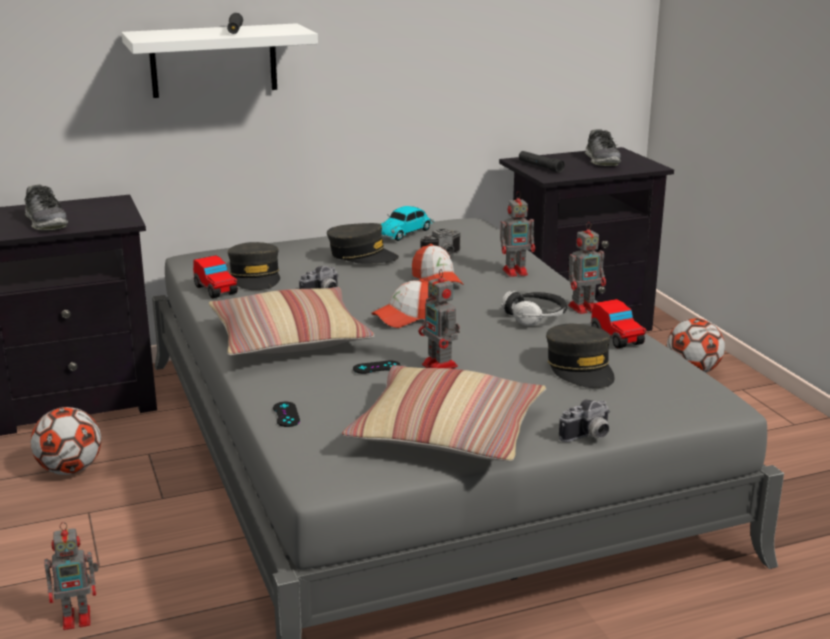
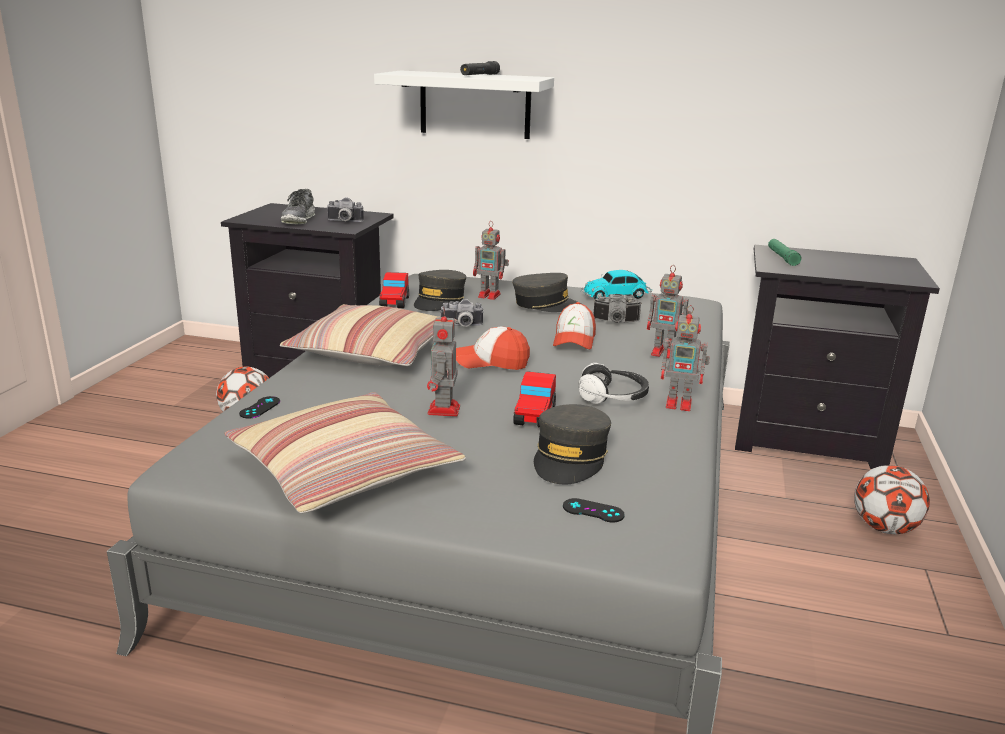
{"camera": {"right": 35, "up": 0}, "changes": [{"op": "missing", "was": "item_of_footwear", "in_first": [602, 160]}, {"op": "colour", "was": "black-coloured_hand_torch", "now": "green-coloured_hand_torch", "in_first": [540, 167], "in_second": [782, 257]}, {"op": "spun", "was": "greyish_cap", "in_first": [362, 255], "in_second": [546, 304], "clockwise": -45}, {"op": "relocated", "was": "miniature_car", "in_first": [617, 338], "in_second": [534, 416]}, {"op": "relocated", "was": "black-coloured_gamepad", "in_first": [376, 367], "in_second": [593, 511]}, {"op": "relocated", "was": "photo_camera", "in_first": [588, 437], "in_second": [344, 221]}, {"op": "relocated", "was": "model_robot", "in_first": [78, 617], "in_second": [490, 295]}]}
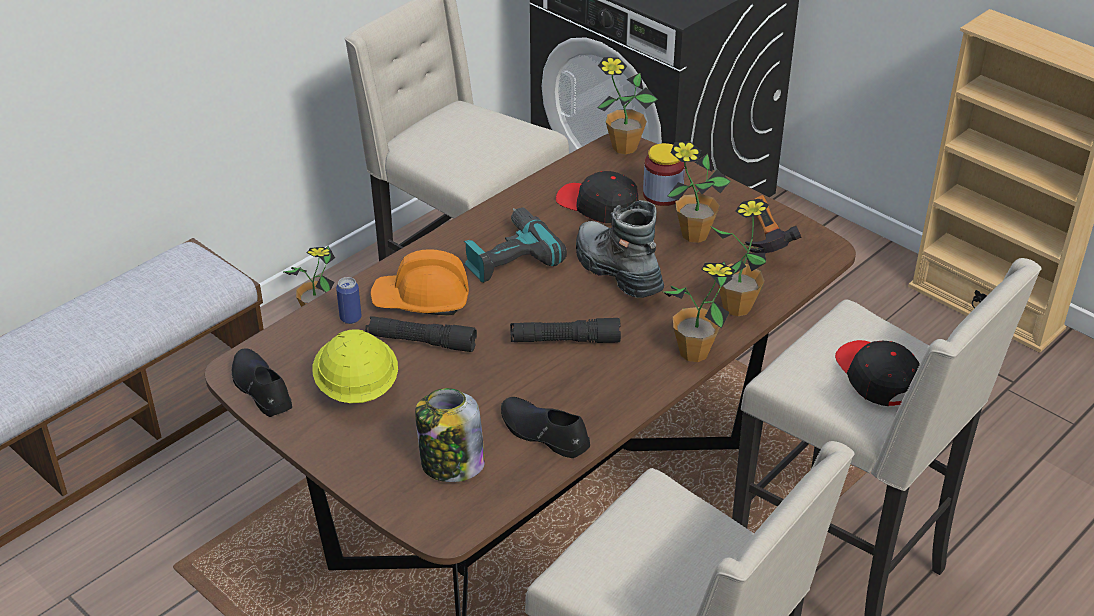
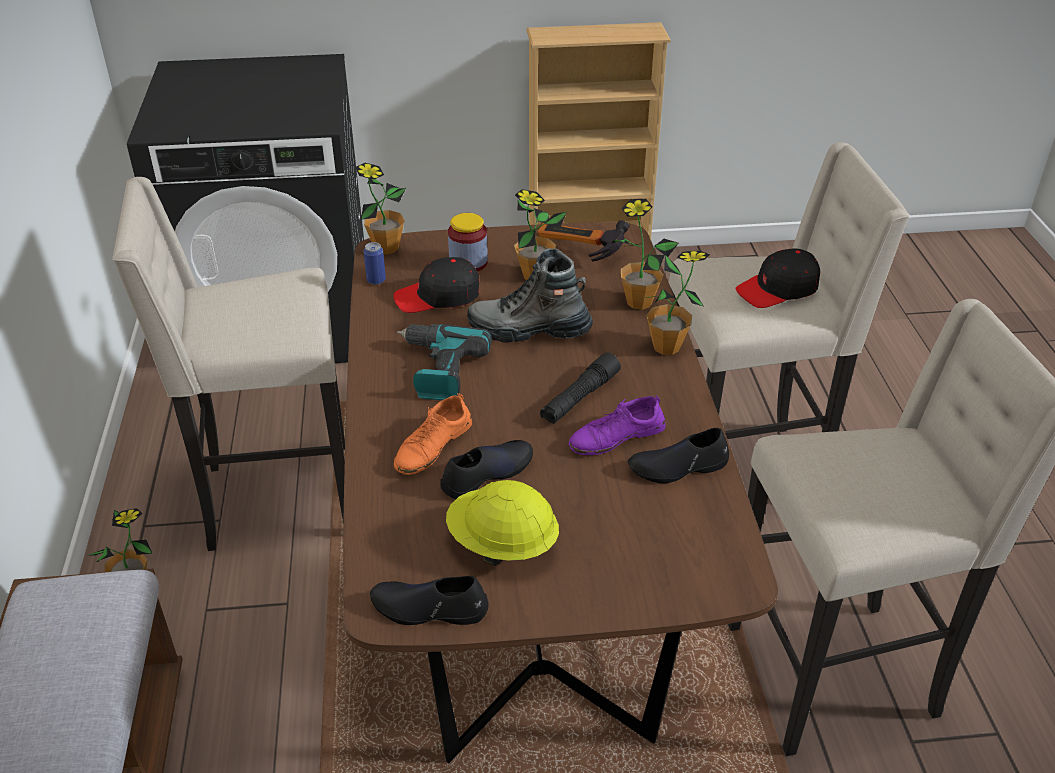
{"camera": {"right": -50, "up": 0}, "changes": [{"op": "exchanged", "was": "orangey_work_helmet", "now": "orangey_item_of_footwear", "in_first": [422, 300], "in_second": [433, 446]}, {"op": "relocated", "was": "metal_can", "in_first": [350, 318], "in_second": [376, 280]}, {"op": "exchanged", "was": "black-coloured_hand_torch", "now": "black-coloured_item_of_footwear", "in_first": [421, 342], "in_second": [487, 474]}, {"op": "spun", "was": "black-coloured_cap", "in_first": [876, 377], "in_second": [778, 289], "clockwise": -45}, {"op": "missing", "was": "storage_jar", "in_first": [451, 464]}, {"op": "appeared", "now": "purplish_item_of_footwear", "in_second": [616, 437]}]}
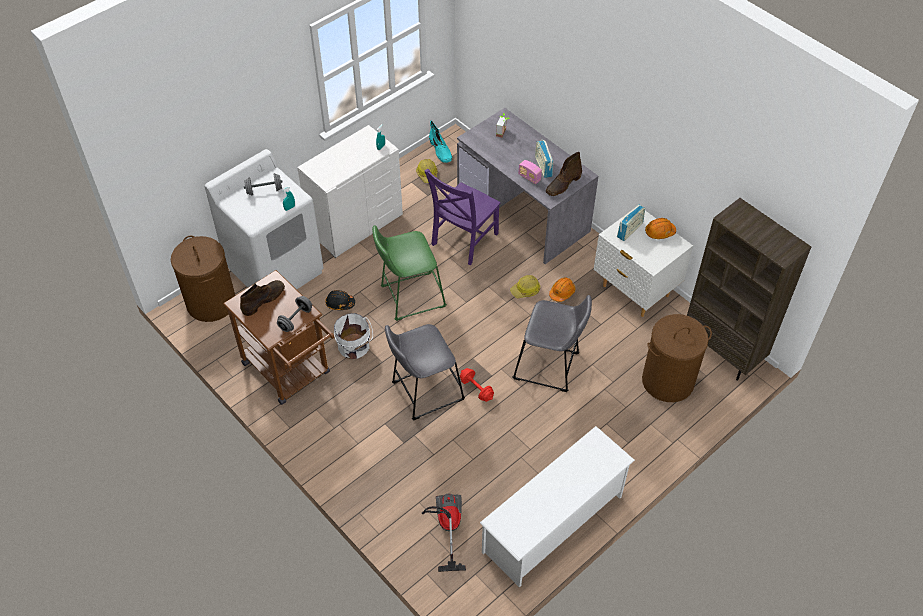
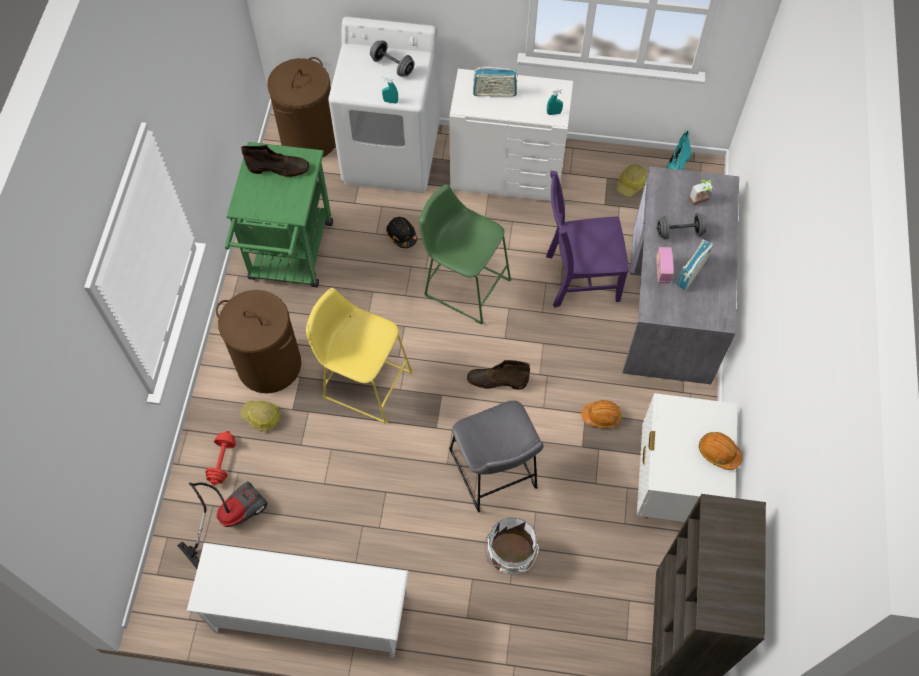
{"camera": {"right": 50, "up": 10}, "changes": [{"op": "relocated", "was": "brown_tall_boot", "in_first": [563, 184], "in_second": [496, 381]}, {"op": "relocated", "was": "radio_receiver", "in_first": [629, 230], "in_second": [494, 92]}, {"op": "colour", "was": "brown_wheeled_cart", "now": "green-coloured_wheeled_cart", "in_first": [291, 372], "in_second": [289, 258]}, {"op": "relocated", "was": "work_helmet", "in_first": [525, 290], "in_second": [261, 417]}, {"op": "relocated", "was": "greyish_dumbbell", "in_first": [295, 319], "in_second": [679, 232]}, {"op": "relocated", "was": "whitish_bucket", "in_first": [354, 347], "in_second": [510, 555]}, {"op": "relocated", "was": "brown_washing_basket", "in_first": [667, 381], "in_second": [269, 365]}, {"op": "colour", "was": "greyish_stool_seat", "now": "yellowish_stool_seat", "in_first": [424, 392], "in_second": [364, 383]}, {"op": "relocated", "was": "red-coloured_dumbbell", "in_first": [476, 389], "in_second": [222, 461]}]}
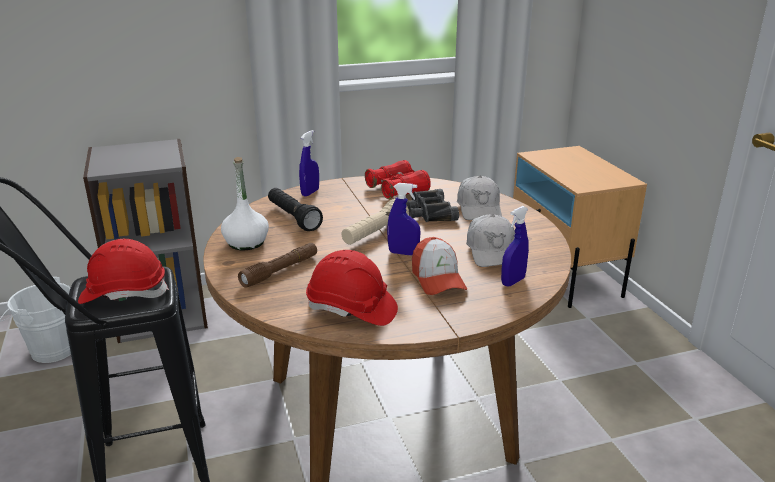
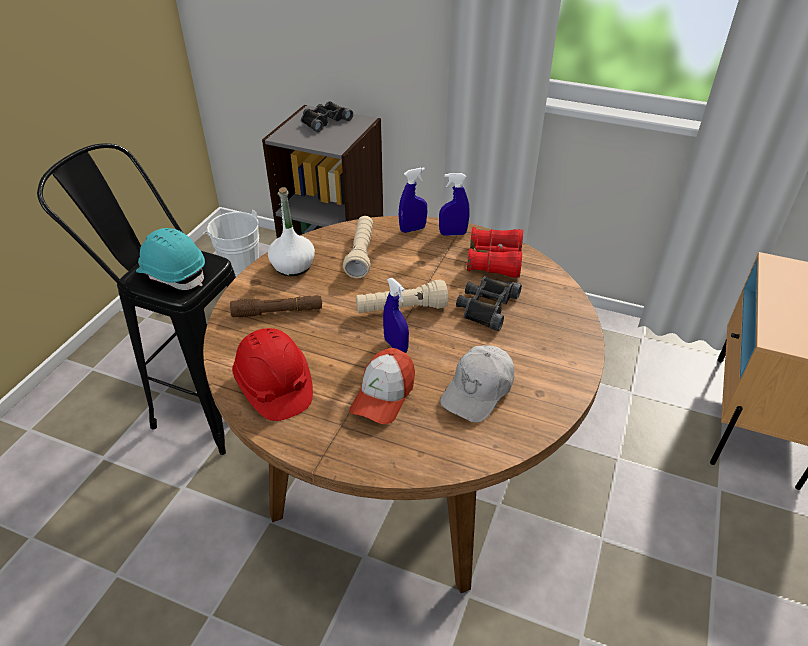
{"camera": {"right": 40, "up": 15}, "changes": [{"op": "missing", "was": "whitish_cap", "in_first": [479, 208]}, {"op": "colour", "was": "black-coloured_hand_torch", "now": "beige-coloured_hand_torch", "in_first": [293, 218], "in_second": [361, 255]}, {"op": "relocated", "was": "blue-coloured_sprayer", "in_first": [513, 281], "in_second": [453, 234]}, {"op": "colour", "was": "red-coloured_work_helmet", "now": "blue-green_work_helmet", "in_first": [124, 293], "in_second": [173, 274]}, {"op": "appeared", "now": "black-coloured_pair_of_binoculars", "in_second": [324, 120]}]}
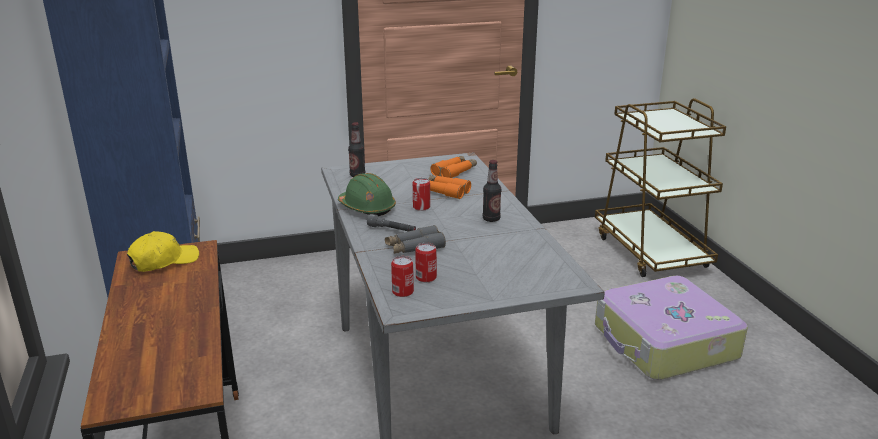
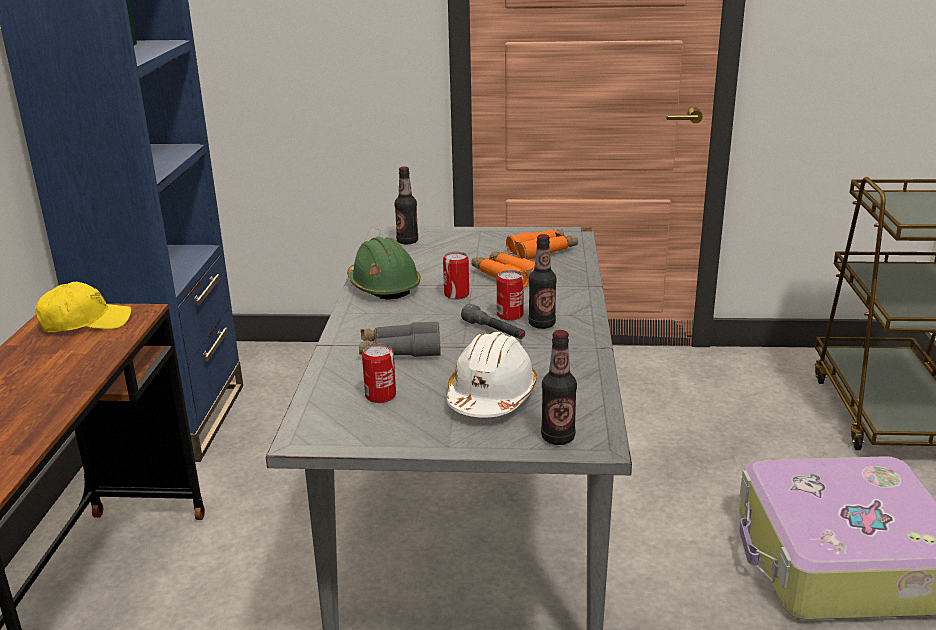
{"camera": {"right": 20, "up": 0}, "changes": [{"op": "relocated", "was": "greyish_hand_torch", "in_first": [392, 230], "in_second": [494, 331]}, {"op": "relocated", "was": "metal_can", "in_first": [402, 292], "in_second": [510, 315]}, {"op": "appeared", "now": "bottle", "in_second": [558, 438]}, {"op": "appeared", "now": "whitish_work_helmet", "in_second": [491, 396]}]}
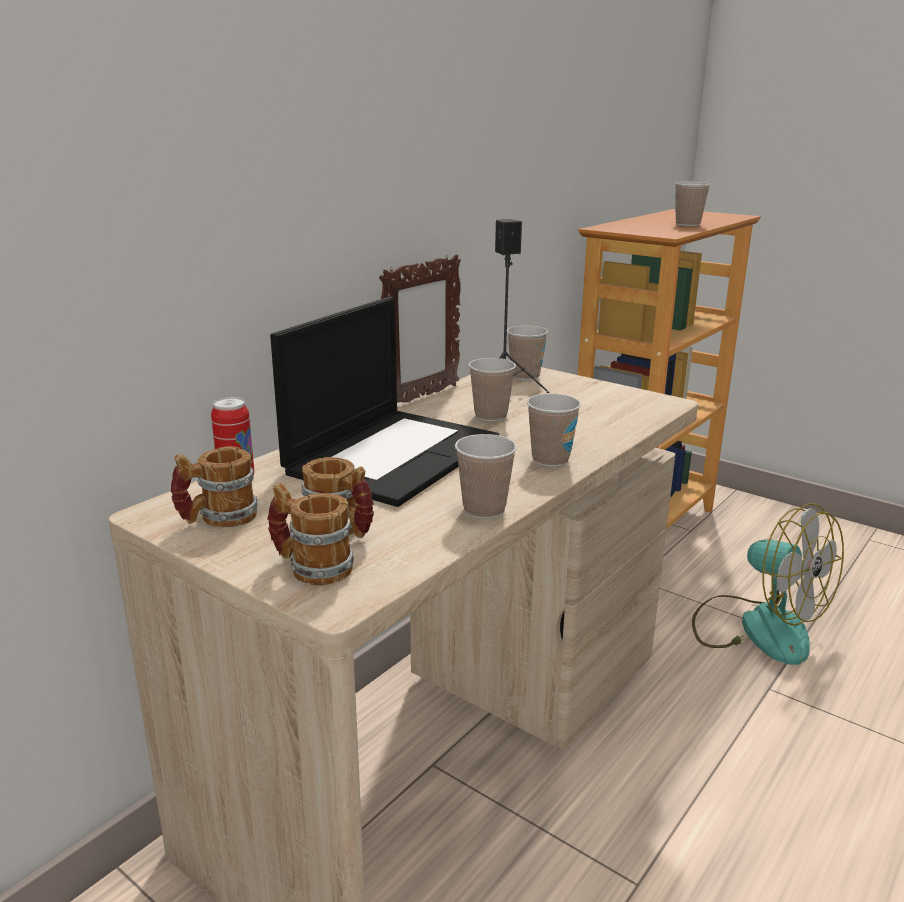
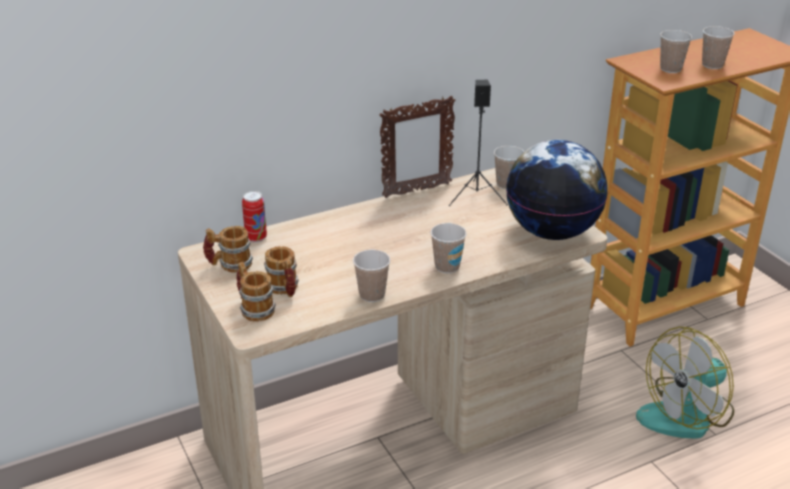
{"camera": {"right": 25, "up": 10}, "changes": [{"op": "missing", "was": "portable_computer", "in_first": [394, 454]}, {"op": "relocated", "was": "small_cup", "in_first": [490, 416], "in_second": [670, 69]}, {"op": "spun", "was": "cooling_fan", "in_first": [757, 627], "in_second": [686, 415], "clockwise": 75}, {"op": "appeared", "now": "world_globe", "in_second": [552, 232]}]}
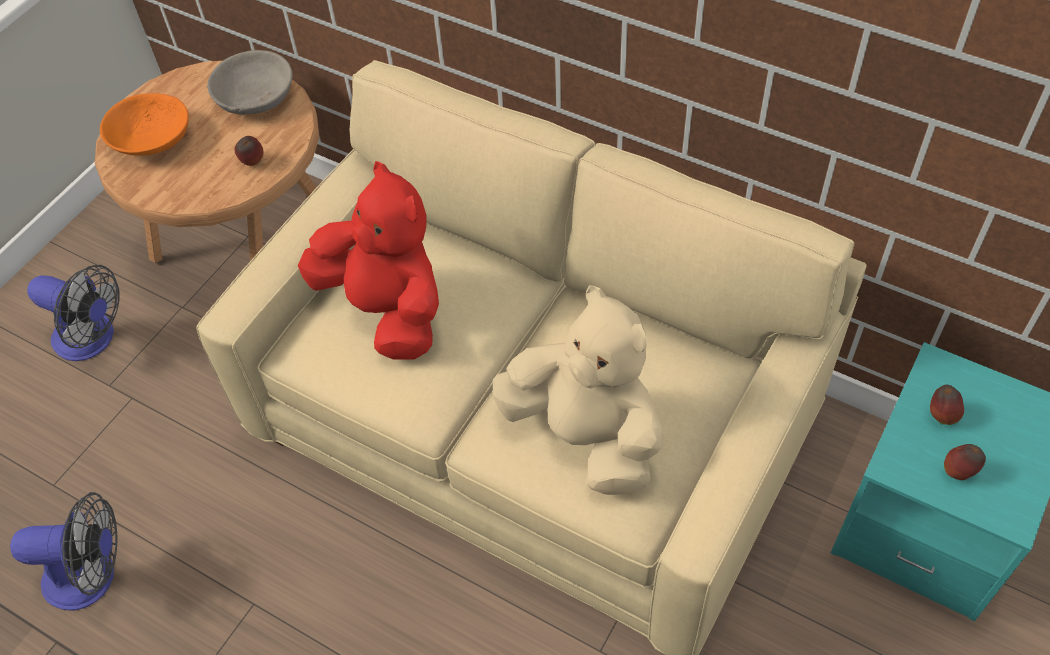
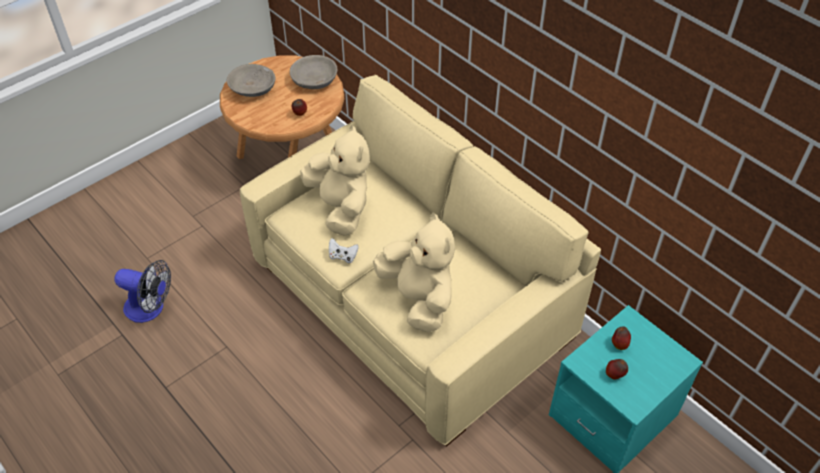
{"camera": {"right": 15, "up": -5}, "changes": [{"op": "colour", "was": "orangey_bowl", "now": "greyish_bowl", "in_first": [151, 140], "in_second": [252, 89]}, {"op": "colour", "was": "red-coloured_cuddly_toy", "now": "beige-coloured_cuddly_toy", "in_first": [387, 310], "in_second": [341, 208]}, {"op": "missing", "was": "cooling_fan", "in_first": [93, 339]}, {"op": "appeared", "now": "whitish_gamepad", "in_second": [343, 256]}]}
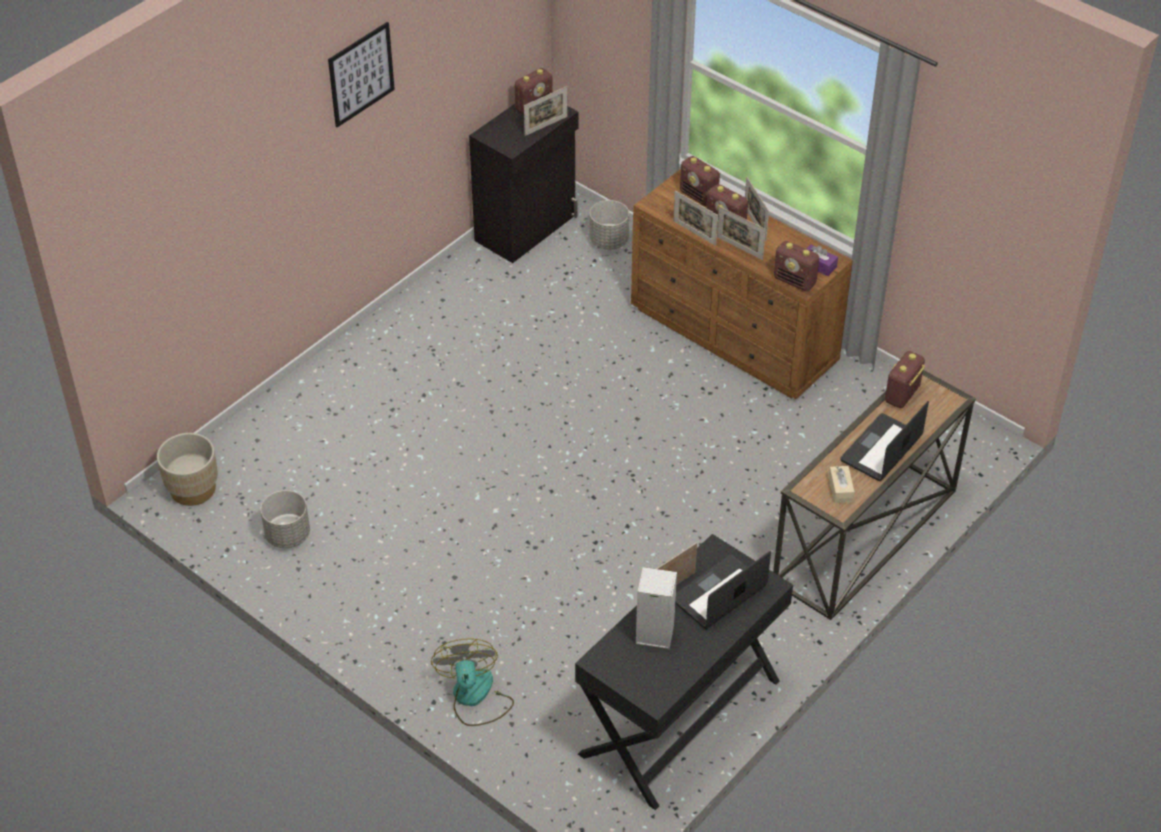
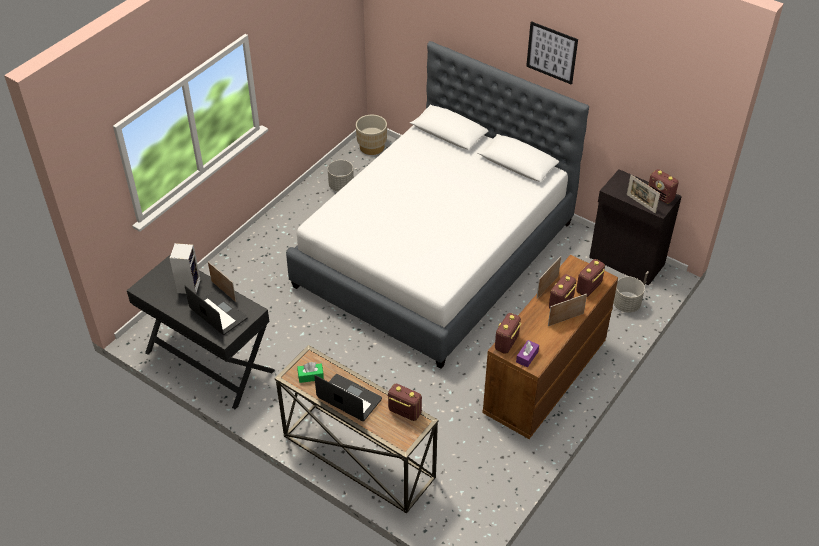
{"camera": {"right": 85, "up": 0}, "changes": [{"op": "missing", "was": "picture_frame", "in_first": [739, 248]}, {"op": "colour", "was": "beige-coloured_box_of_tissues", "now": "green-coloured_box_of_tissues", "in_first": [840, 489], "in_second": [310, 376]}, {"op": "missing", "was": "cooling_fan", "in_first": [474, 697]}, {"op": "appeared", "now": "whitish_bed", "in_second": [435, 254]}]}
